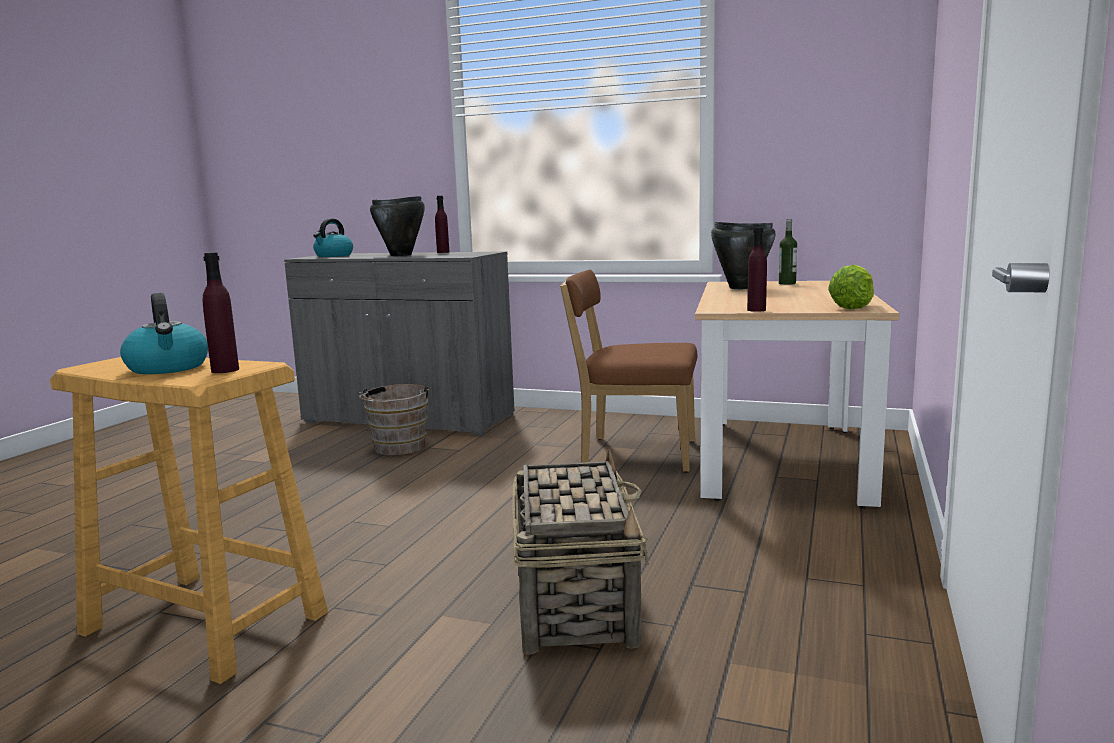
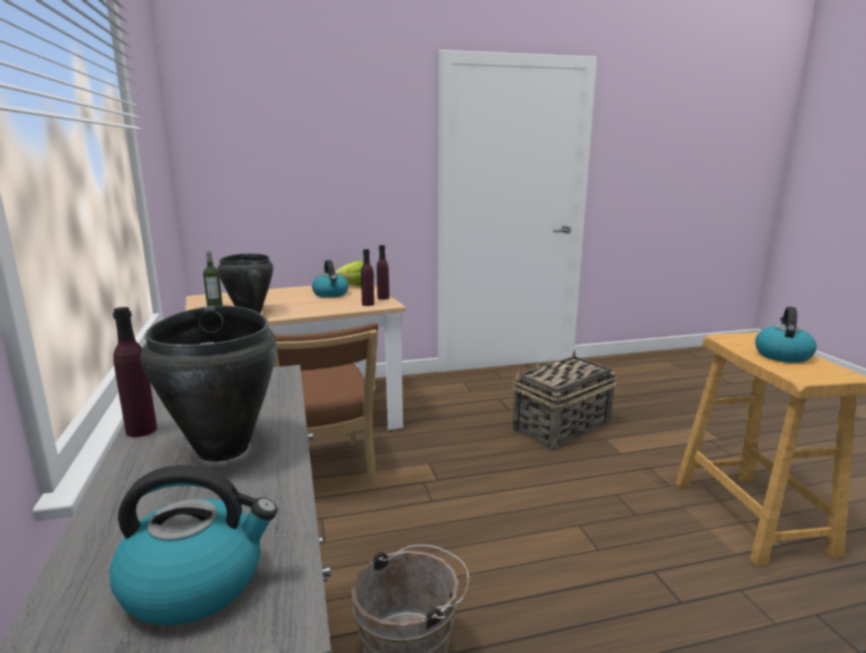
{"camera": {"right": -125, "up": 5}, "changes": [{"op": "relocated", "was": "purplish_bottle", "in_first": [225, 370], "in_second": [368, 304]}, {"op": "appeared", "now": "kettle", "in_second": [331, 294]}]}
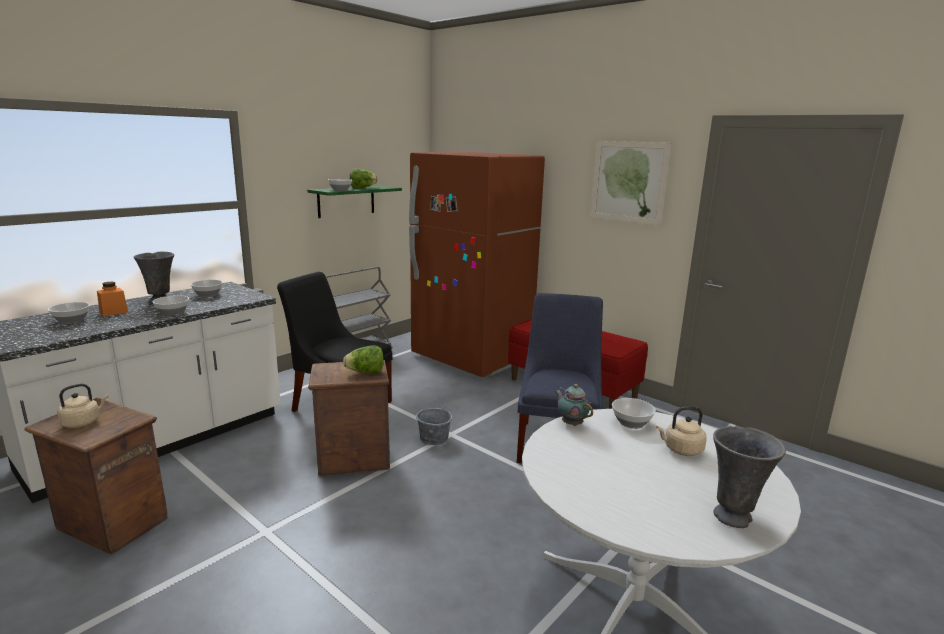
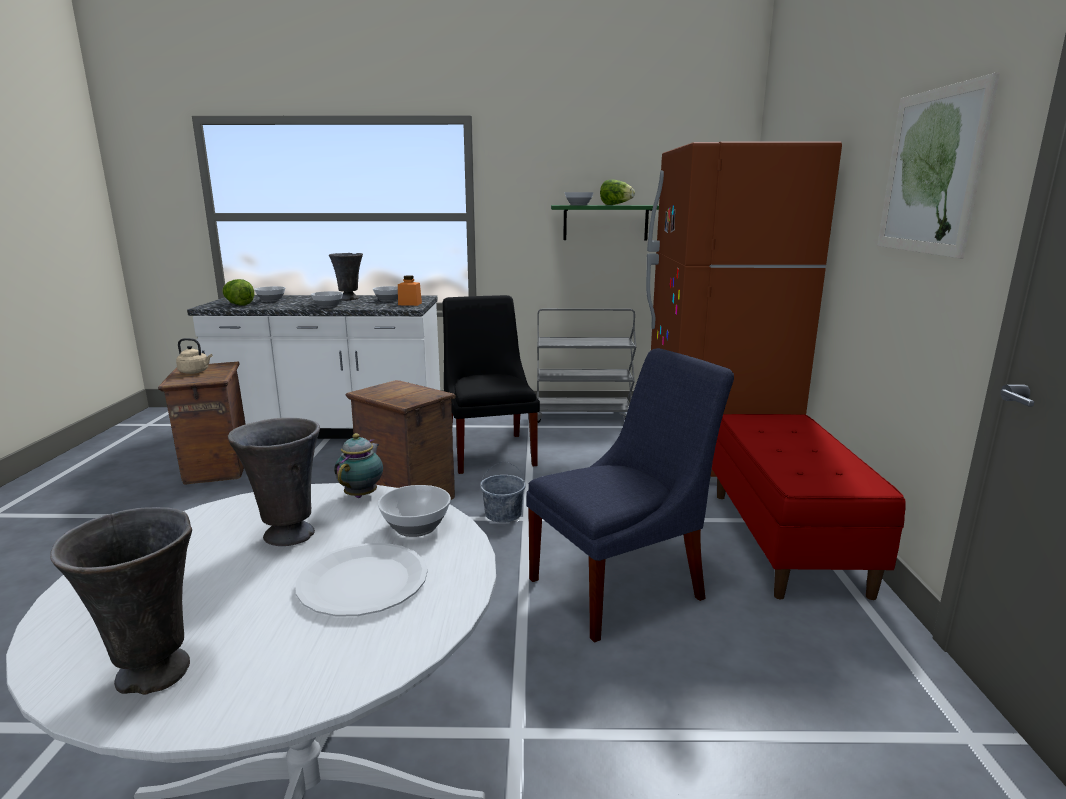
{"camera": {"right": 50, "up": 0}, "changes": [{"op": "relocated", "was": "orangey_storage_jar", "in_first": [113, 312], "in_second": [410, 304]}, {"op": "relocated", "was": "head_of_lettuce", "in_first": [365, 372], "in_second": [238, 304]}, {"op": "exchanged", "was": "beige-coloured_kettle", "now": "whitish_flat_dish", "in_first": [681, 450], "in_second": [362, 582]}, {"op": "appeared", "now": "greyish_vase", "in_second": [287, 535]}]}
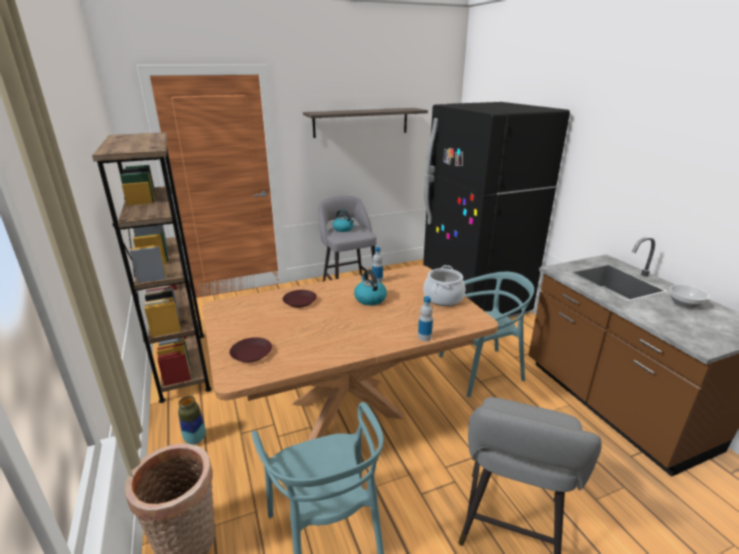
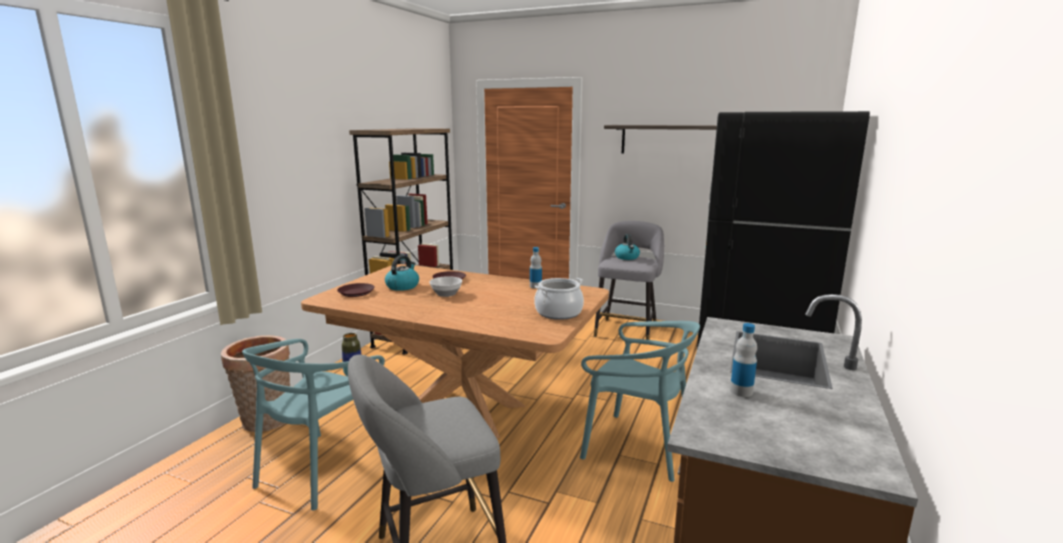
{"camera": {"right": 45, "up": -10}, "changes": [{"op": "relocated", "was": "kettle", "in_first": [370, 299], "in_second": [402, 286]}, {"op": "relocated", "was": "bowl", "in_first": [684, 304], "in_second": [445, 294]}, {"op": "relocated", "was": "bottle", "in_first": [424, 337], "in_second": [741, 391]}]}
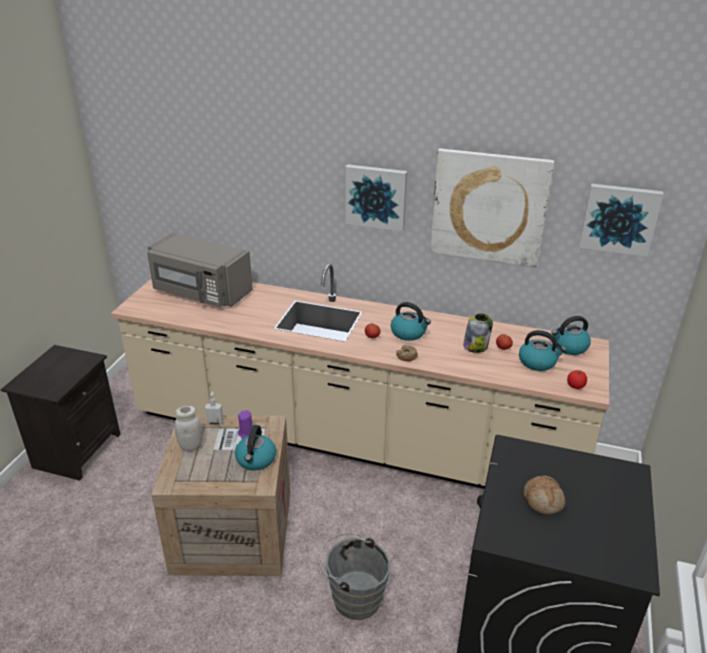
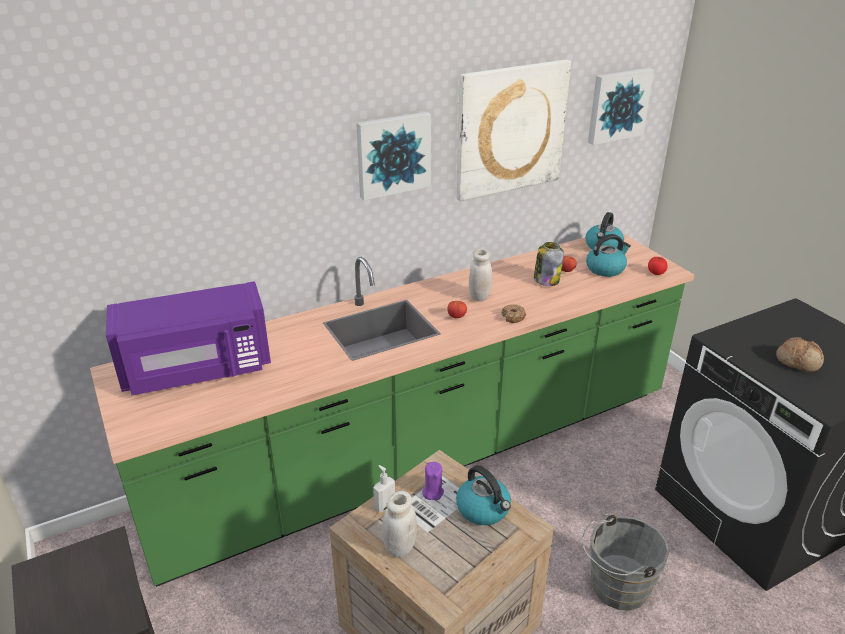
{"camera": {"right": -45, "up": 0}, "changes": [{"op": "colour", "was": "greyish_microwave_oven", "now": "purplish_microwave_oven", "in_first": [201, 292], "in_second": [197, 369]}, {"op": "colour", "was": "beige-coloured_counter", "now": "green-coloured_counter", "in_first": [352, 439], "in_second": [422, 455]}, {"op": "exchanged", "was": "kettle", "now": "whitish_storage_jar", "in_first": [409, 333], "in_second": [479, 297]}]}
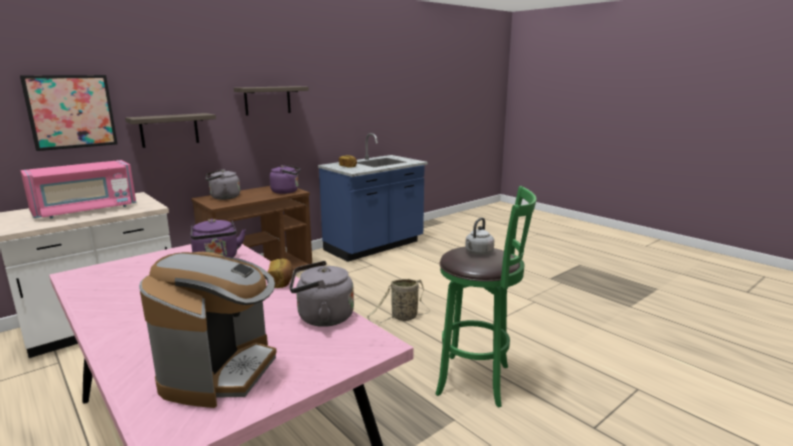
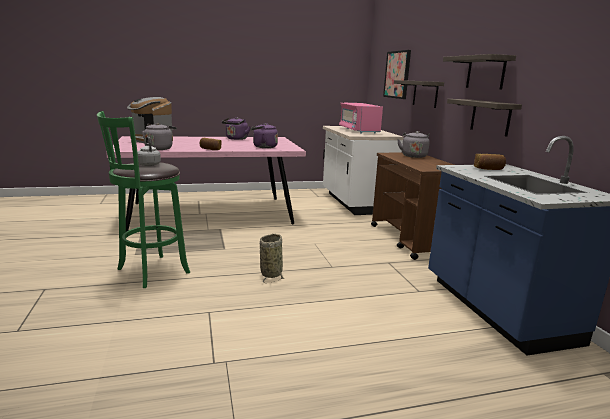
{"camera": {"right": 115, "up": 0}, "changes": [{"op": "relocated", "was": "purplish_kettle", "in_first": [287, 191], "in_second": [236, 139]}, {"op": "appeared", "now": "shelf", "in_second": [490, 117]}]}
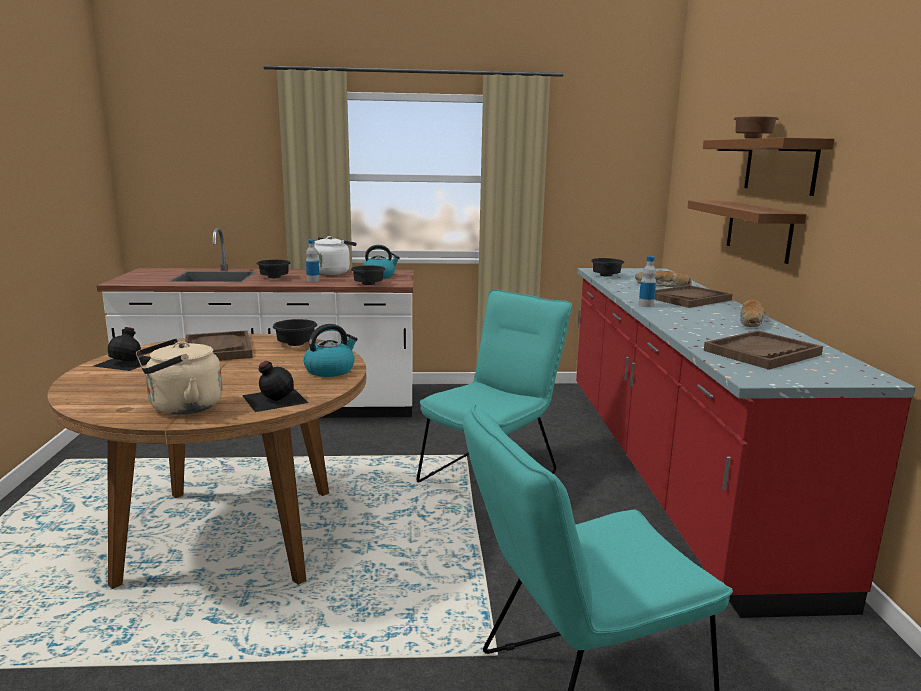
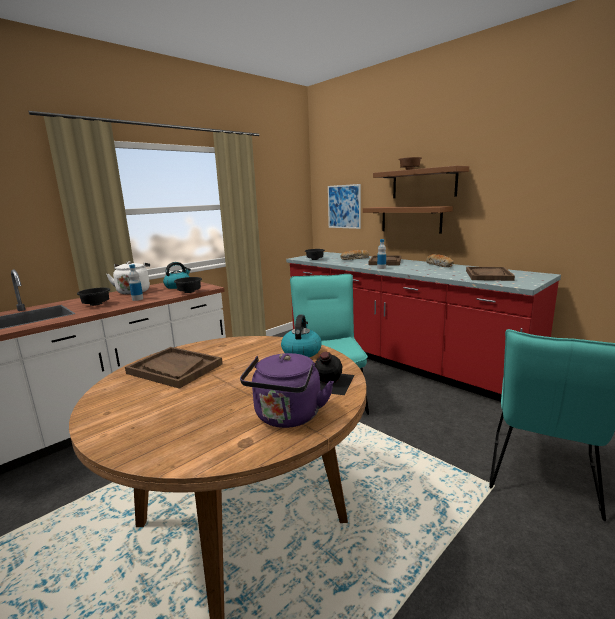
{"camera": {"right": -40, "up": 0}, "changes": [{"op": "missing", "was": "black-coloured_bowl", "in_first": [294, 344]}, {"op": "missing", "was": "black-coloured_bottle", "in_first": [128, 361]}, {"op": "colour", "was": "beige-coloured_kettle", "now": "purplish_kettle", "in_first": [181, 407], "in_second": [287, 417]}, {"op": "appeared", "now": "wall_art", "in_second": [344, 206]}]}
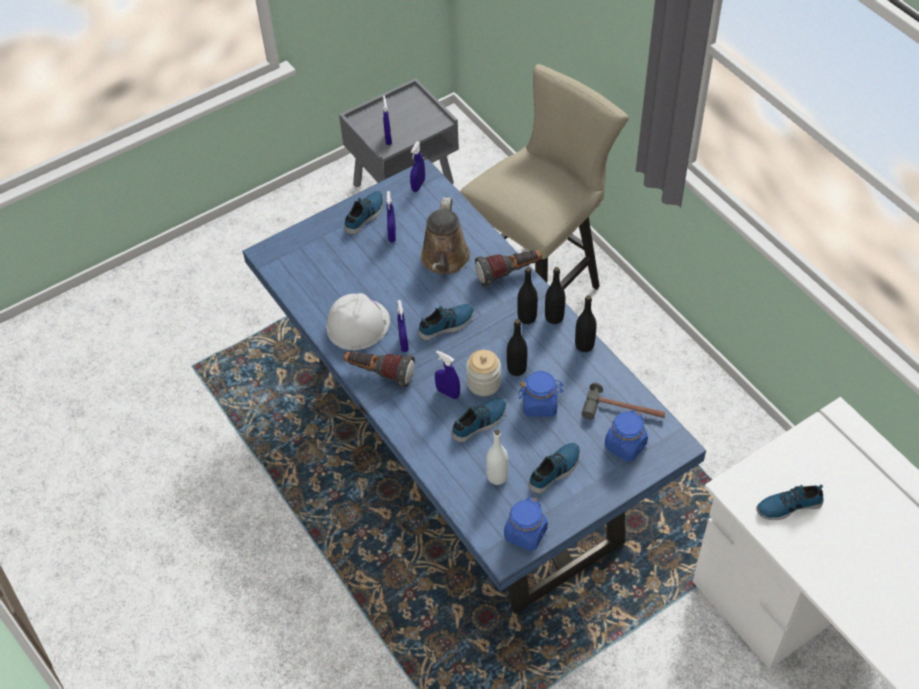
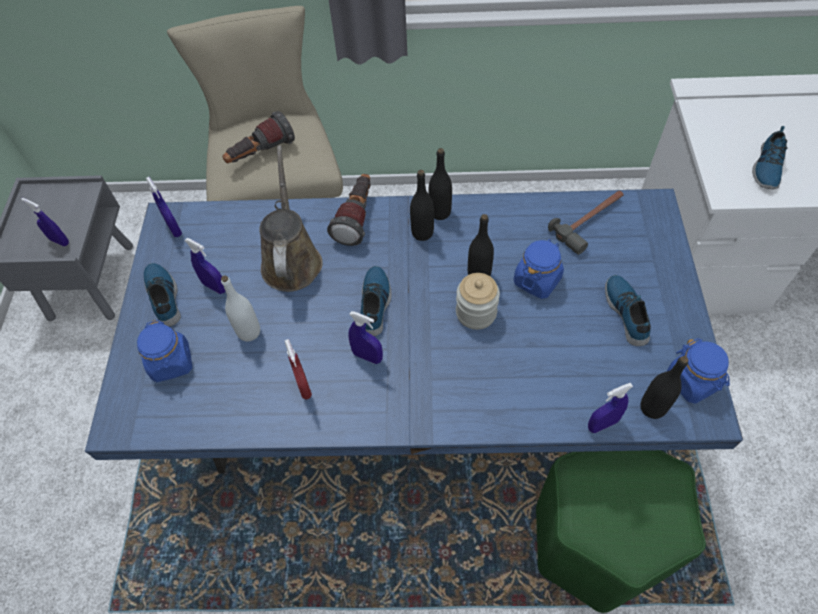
{"camera": {"right": -55, "up": 5}, "changes": [{"op": "spun", "was": "brown_watering_can", "in_first": [444, 260], "in_second": [291, 259], "clockwise": -135}, {"op": "exchanged", "was": "whitish_work_helmet", "now": "red-coloured_sprayer", "in_first": [357, 324], "in_second": [304, 386]}, {"op": "relocated", "was": "black-coloured_bottle", "in_first": [584, 345], "in_second": [652, 407]}, {"op": "relocated", "was": "blue-coloured_sprayer", "in_first": [448, 393], "in_second": [602, 424]}, {"op": "relocated", "was": "hand_torch", "in_first": [379, 374], "in_second": [260, 154]}, {"op": "missing", "was": "item_of_footwear", "in_first": [480, 422]}, {"op": "relocated", "was": "blue-coloured_storage_jar", "in_first": [625, 445], "in_second": [171, 362]}, {"op": "relocated", "was": "whitish_bottle", "in_first": [497, 477], "in_second": [249, 332]}, {"op": "appeared", "now": "green-coloured_stool_seat", "in_second": [594, 541]}]}
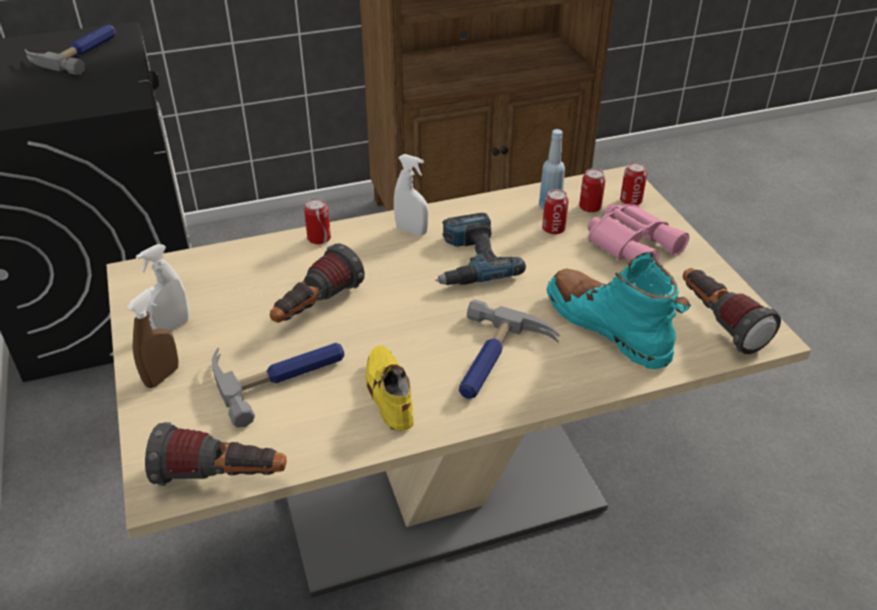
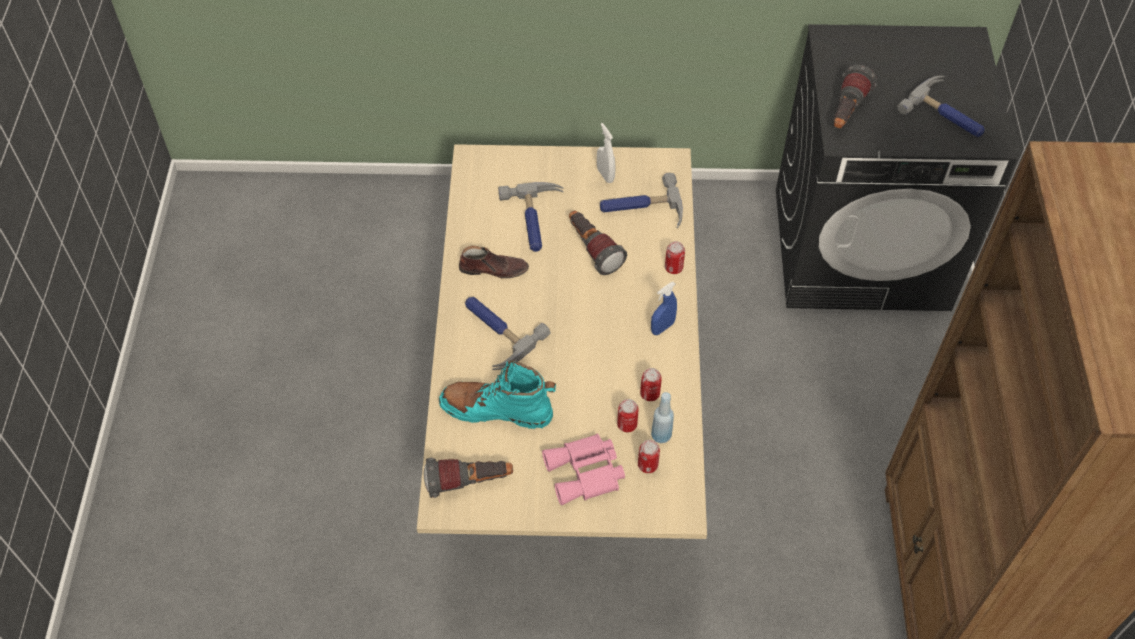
{"camera": {"right": 110, "up": 15}, "changes": [{"op": "colour", "was": "whitish_sprayer", "now": "blue-coloured_sprayer", "in_first": [411, 231], "in_second": [662, 327]}, {"op": "relocated", "was": "metal_can", "in_first": [630, 201], "in_second": [649, 394]}, {"op": "missing", "was": "power_drill", "in_first": [469, 260]}, {"op": "spun", "was": "blue-green_tall_boot", "in_first": [608, 327], "in_second": [497, 410], "clockwise": -150}, {"op": "missing", "was": "brown_sprayer", "in_first": [162, 376]}, {"op": "colour", "was": "yellowish_item_of_footwear", "now": "brown_item_of_footwear", "in_first": [388, 393], "in_second": [494, 268]}, {"op": "relocated", "was": "hand_torch", "in_first": [222, 477], "in_second": [846, 112]}, {"op": "appeared", "now": "hand_hammer", "in_second": [641, 209]}]}
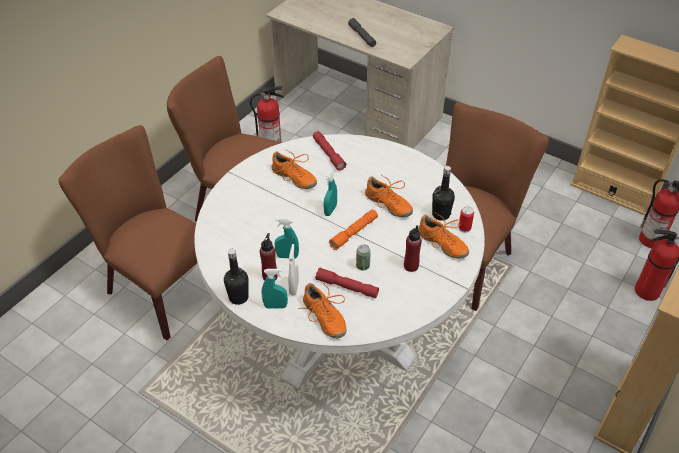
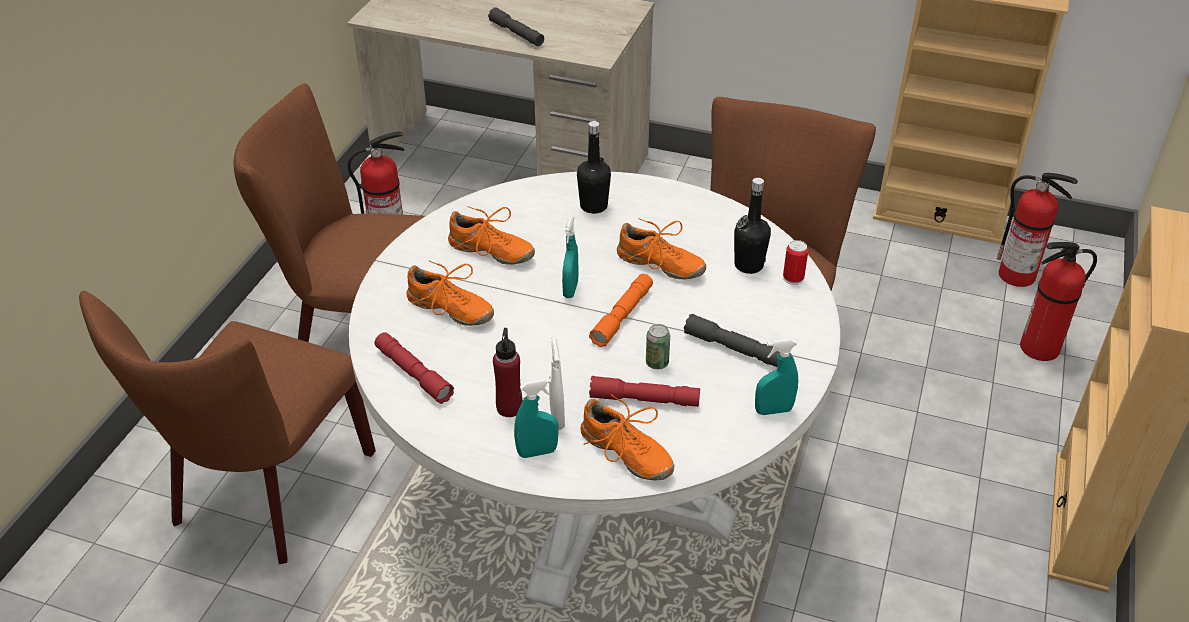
{"camera": {"right": -15, "up": -5}, "changes": [{"op": "spun", "was": "brown_chair", "in_first": [159, 287], "in_second": [265, 495], "clockwise": -90}, {"op": "relocated", "was": "red-coloured_hand_torch", "in_first": [328, 154], "in_second": [413, 374]}, {"op": "relocated", "was": "orangey_item_of_footwear", "in_first": [442, 244], "in_second": [450, 310]}, {"op": "relocated", "was": "blue-green_sprayer", "in_first": [287, 256], "in_second": [773, 410]}, {"op": "exchanged", "was": "red-coloured_bottle", "now": "greyish_hand_torch", "in_first": [411, 266], "in_second": [733, 348]}, {"op": "relocated", "was": "black-coloured_bottle", "in_first": [238, 297], "in_second": [593, 206]}]}
